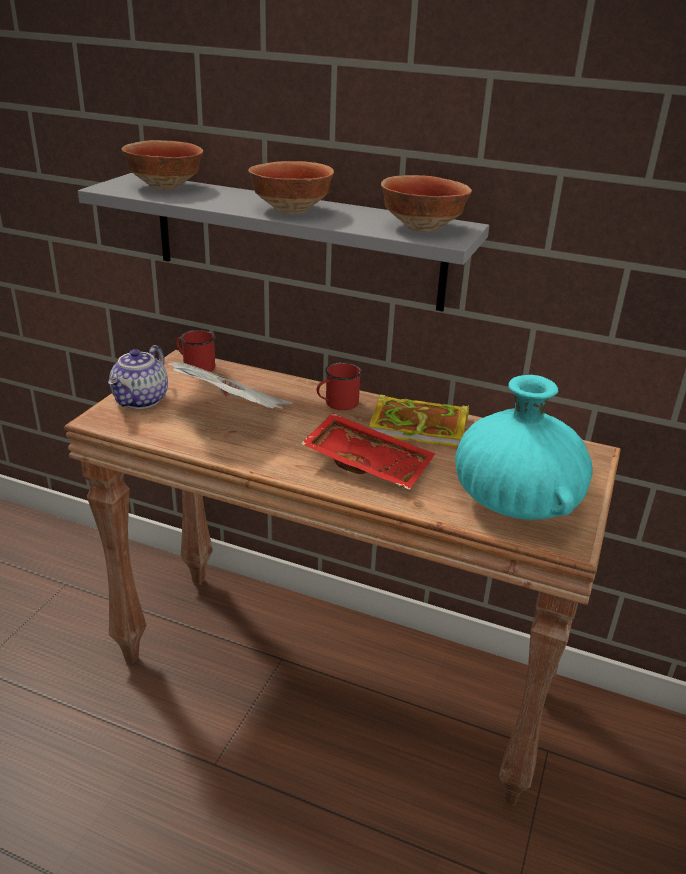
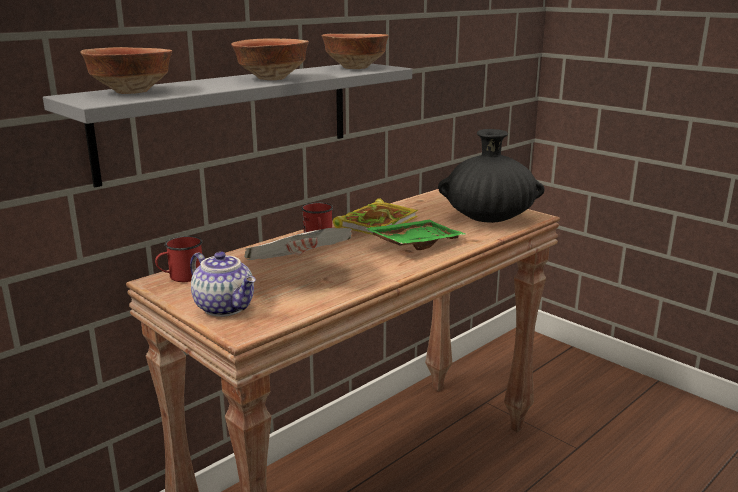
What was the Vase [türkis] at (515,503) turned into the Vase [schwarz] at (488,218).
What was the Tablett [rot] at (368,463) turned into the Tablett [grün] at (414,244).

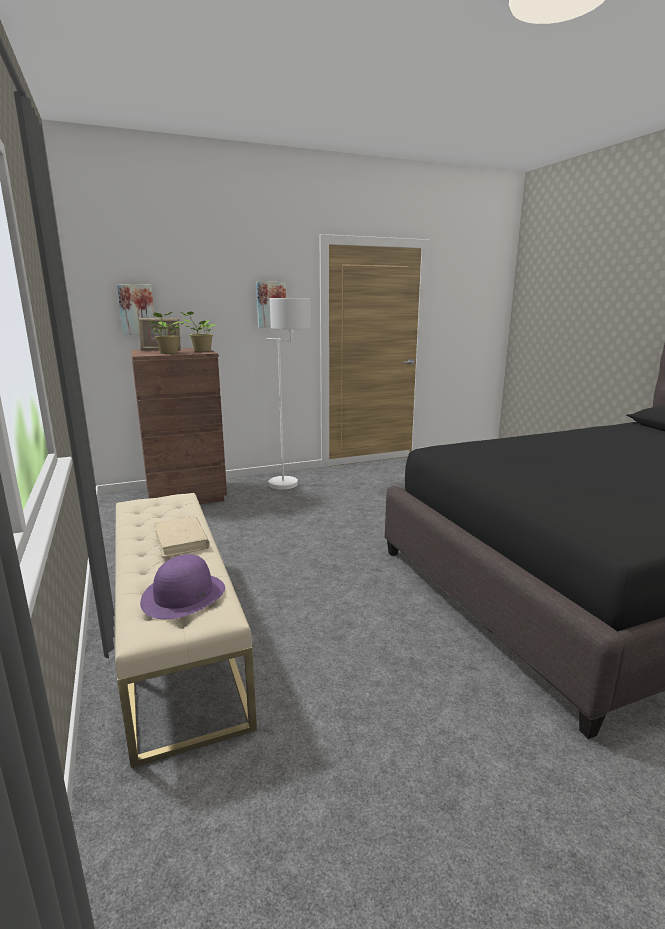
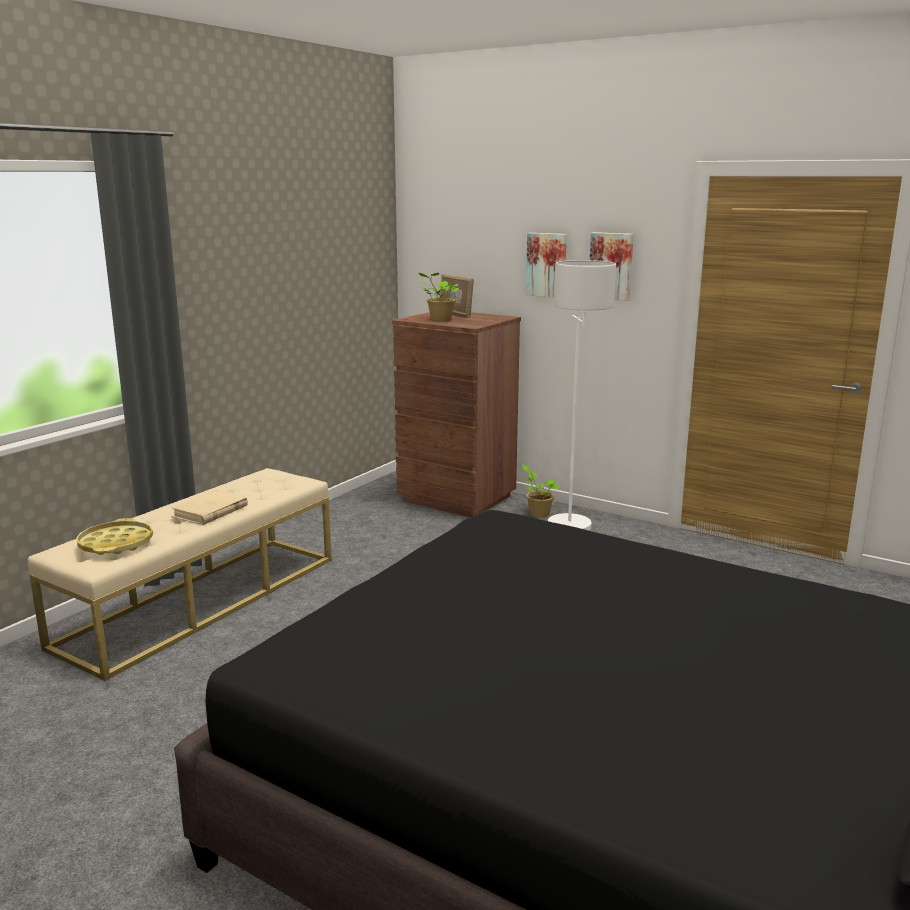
The Bild ended up elsewhere, having gone from (136,309) to (547,265).
The Topfpflanze ended up elsewhere, having gone from (201,350) to (538,513).
Where the Hut [lila] stood at (184,595), the Tablett [gelb] came to stand at (116,544).

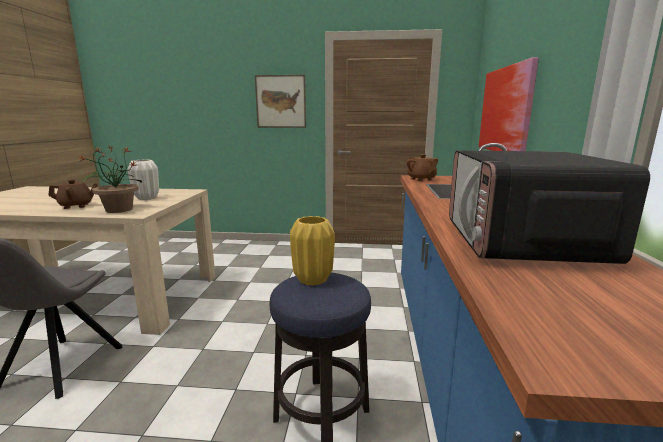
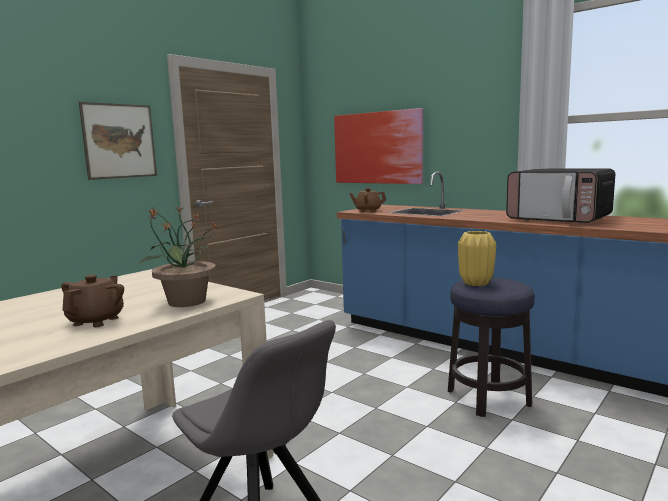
The second view lost the Vase [weiß] at (146,198).

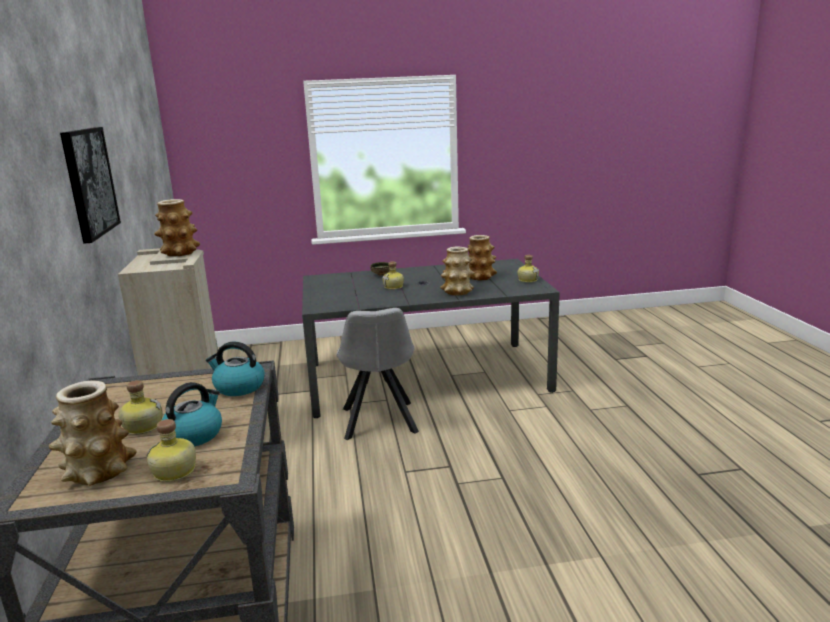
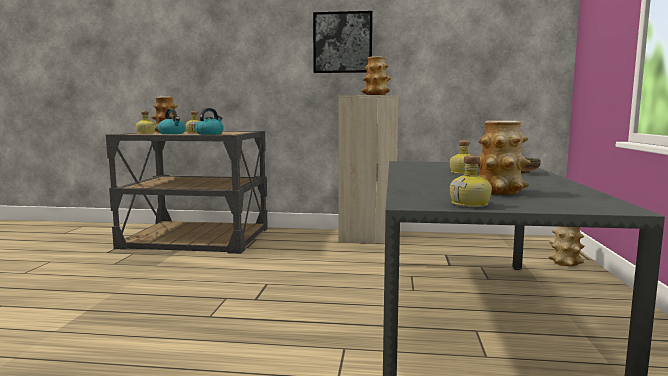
The Vase ended up elsewhere, having gone from (457,292) to (565,263).
The second view lost the Stuhl [grau] at (379,421).

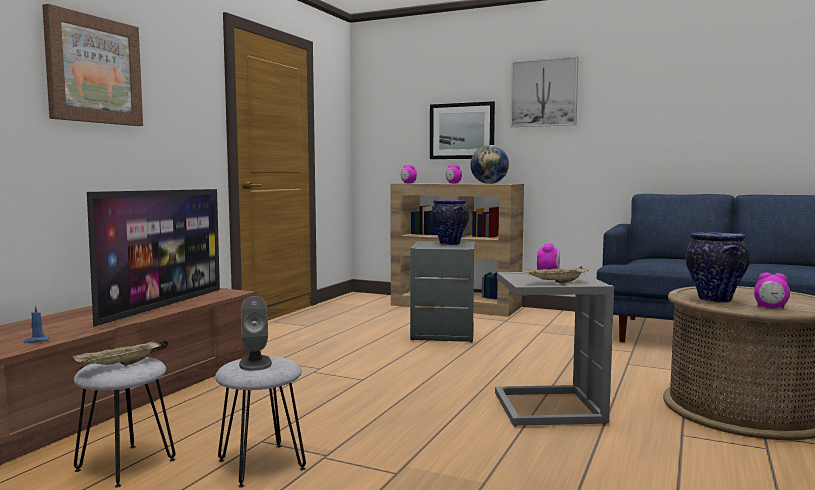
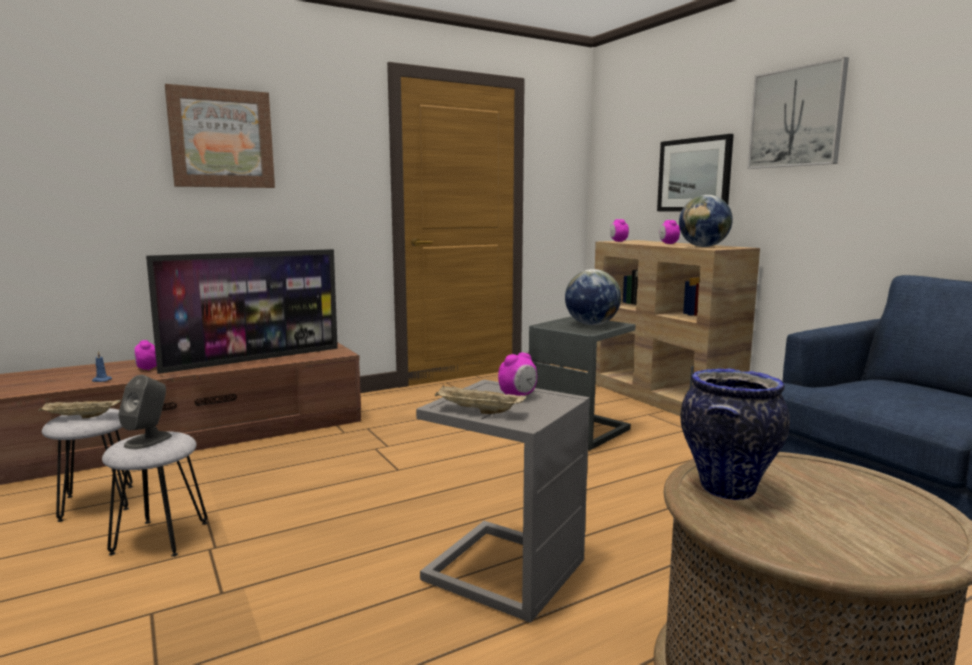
Where the Vase stood at (449,244), the Globus came to stand at (591,324).
The Wecker ended up elsewhere, having gone from (770,308) to (146,369).

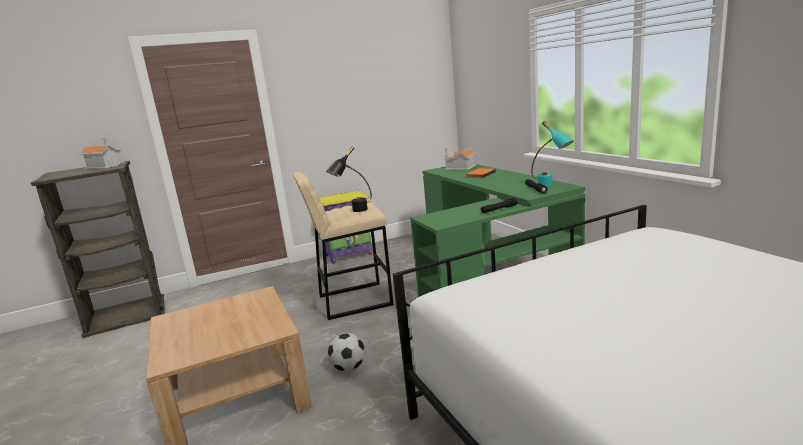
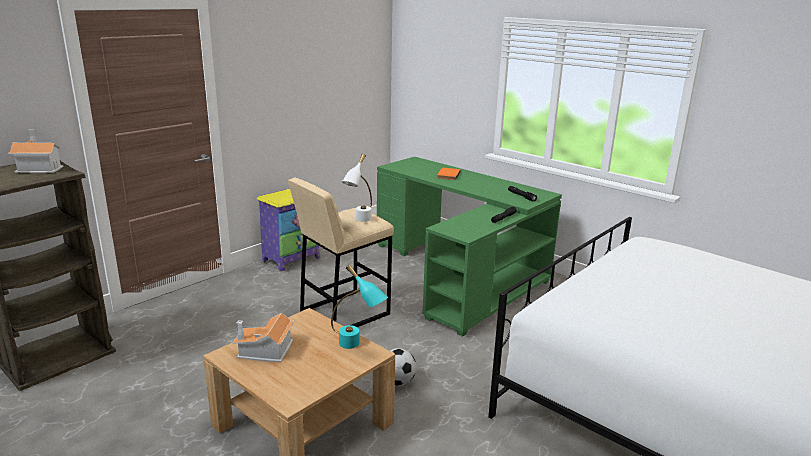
The Tischlampe [türkis] ended up elsewhere, having gone from (550,186) to (357,346).
What was the Tischlampe [schwarz] at (354,211) turned into the Tischlampe [weiß] at (359,221).
The Spielzeughaus ended up elsewhere, having gone from (460,167) to (265,351).

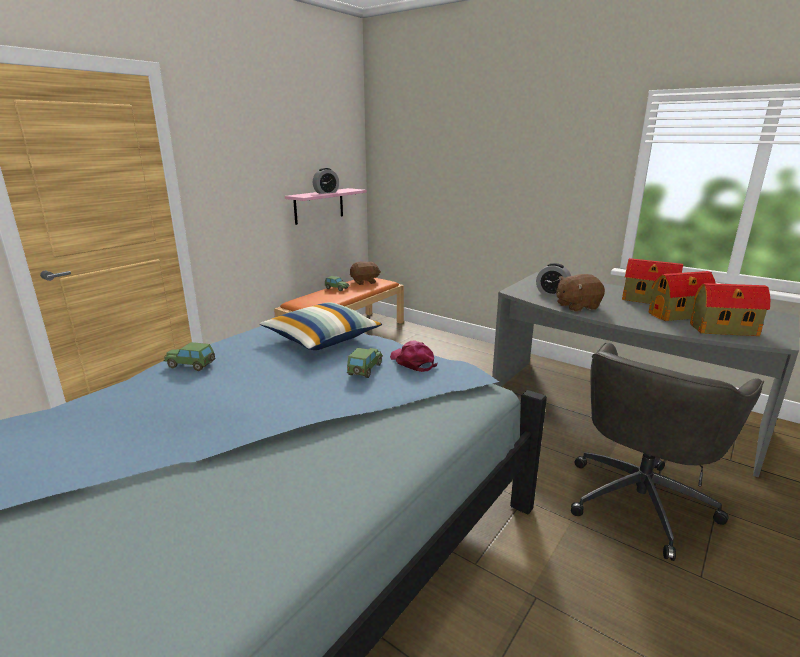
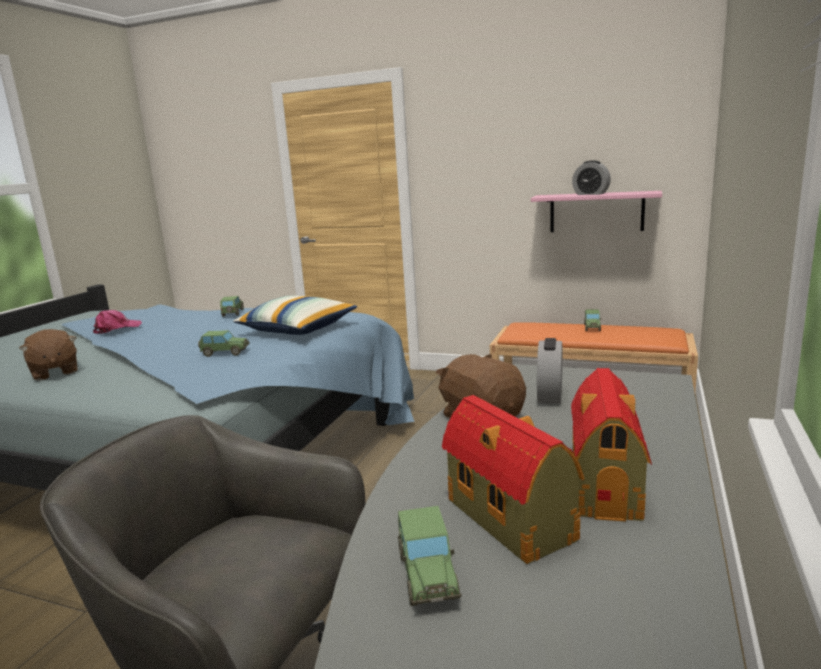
The Plüschtier [braun] ended up elsewhere, having gone from (364,282) to (54,372).
Where the Spielzeughaus stood at (722,330), the Spielzeugauto came to stand at (427,575).
The Kappe [rosa] ended up elsewhere, having gone from (412,362) to (116,328).

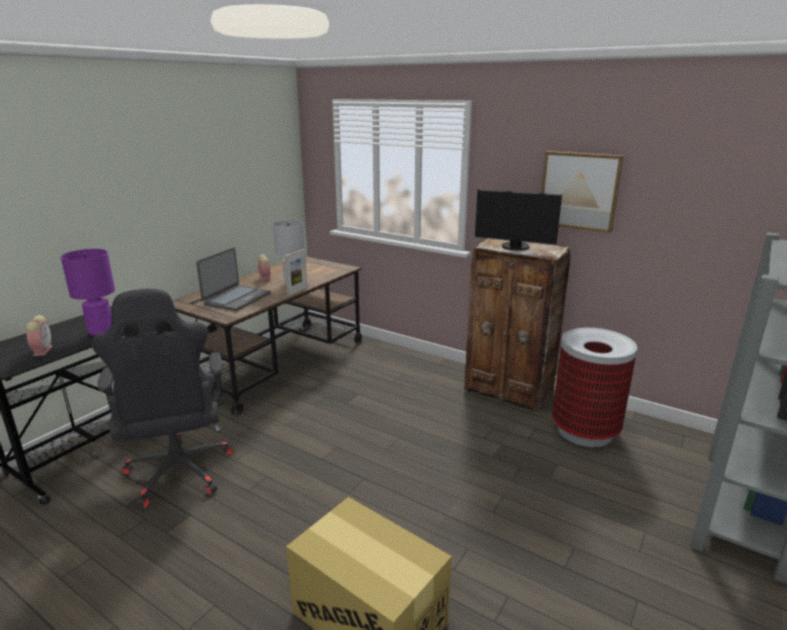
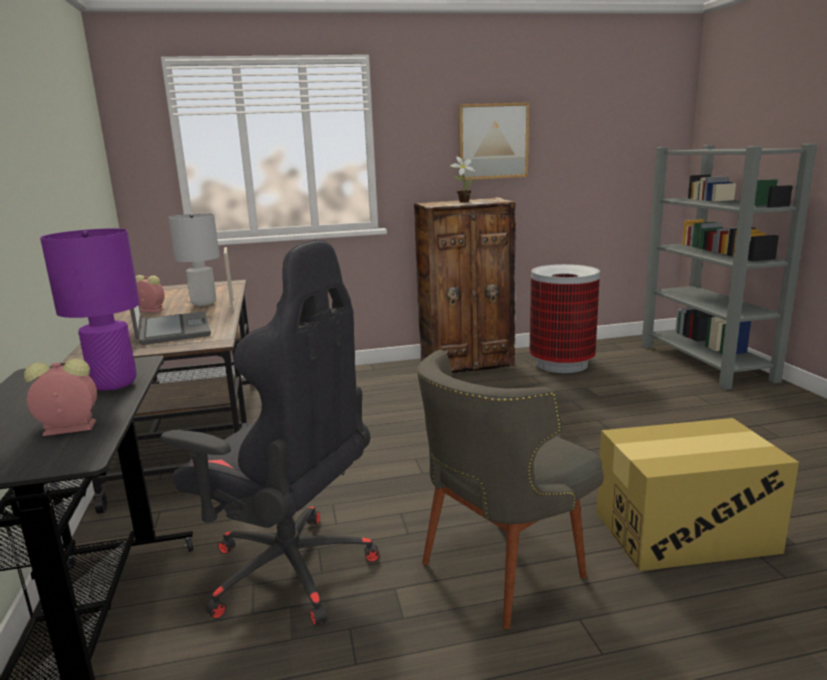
Where the Monitor stood at (515,247), the Topfpflanze came to stand at (462,202).
The Wecker at (42,350) ended up facing another way, 45 degrees counterclockwise from before.
The second view gained the Stuhl [grau] at (503,570).

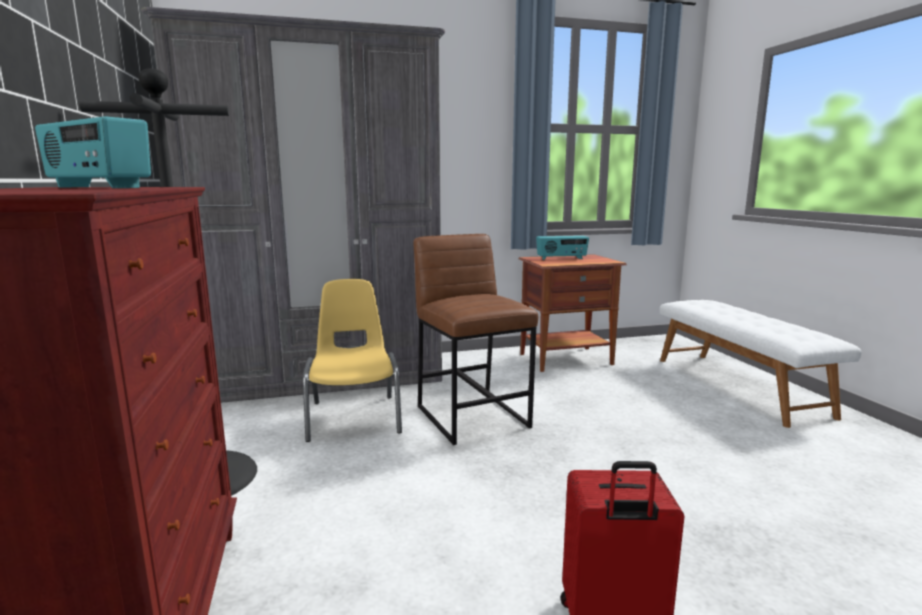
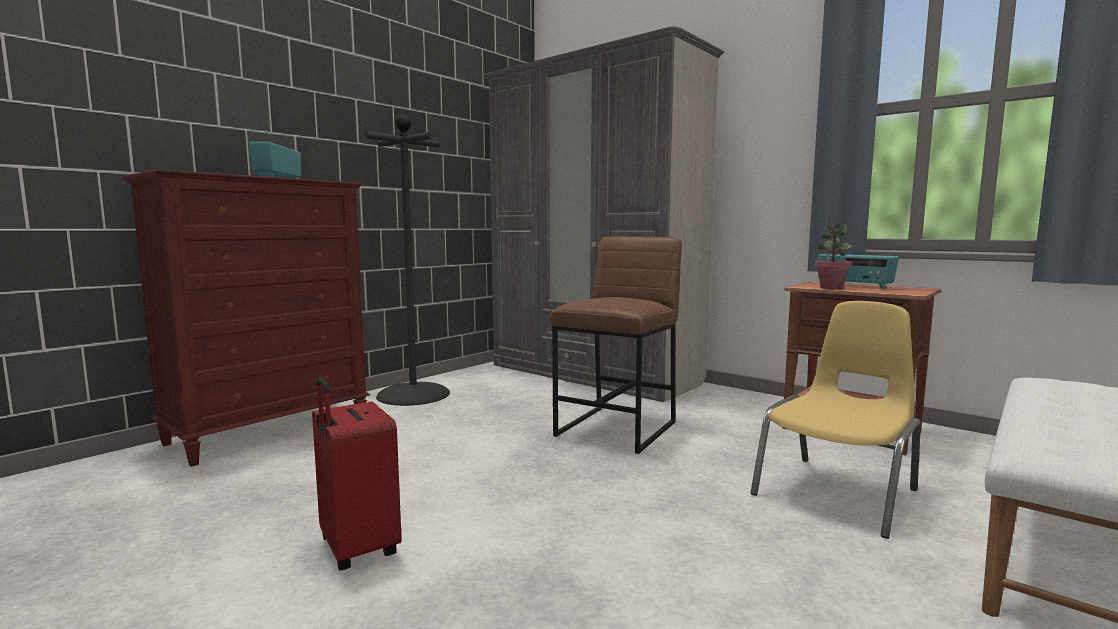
The Stuhl [gelb] ended up elsewhere, having gone from (354,416) to (838,492).
The second view gained the Topfpflanze at (831,288).

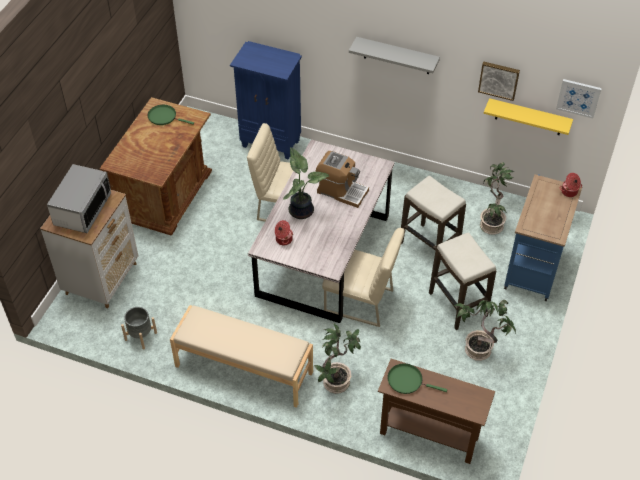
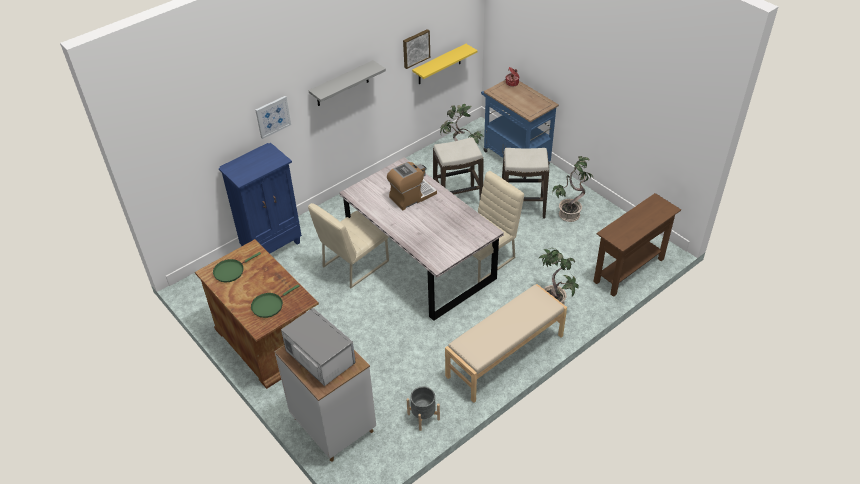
The Bild ended up elsewhere, having gone from (578,98) to (272,116).
The second view lost the Topfpflanze at (302,210).
The second view lost the Kochtopf at (283,239).
The Pfanne [grün] ended up elsewhere, having gone from (407,381) to (269,305).

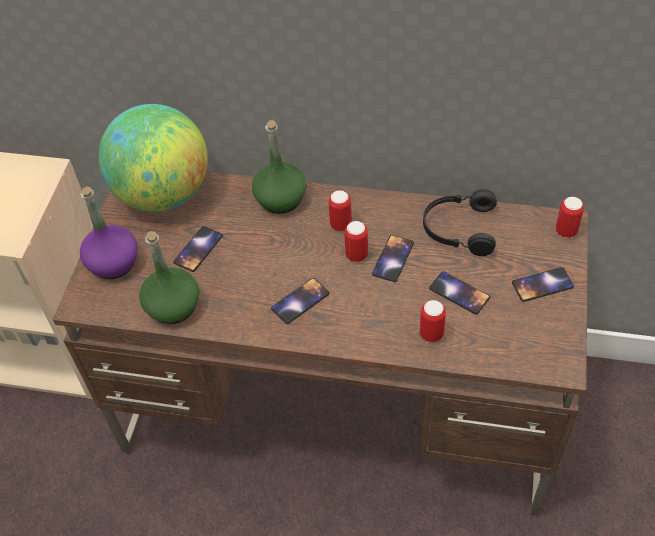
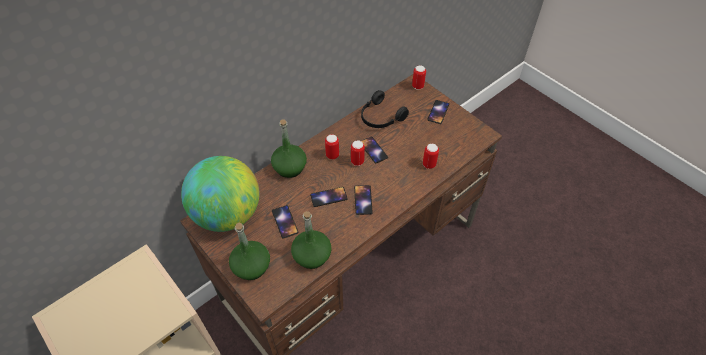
What was the Flasche [lila] at (113,263) turned into the Flasche [grün] at (252,267).
The Handy ended up elsewhere, having gone from (459,293) to (328,197).

